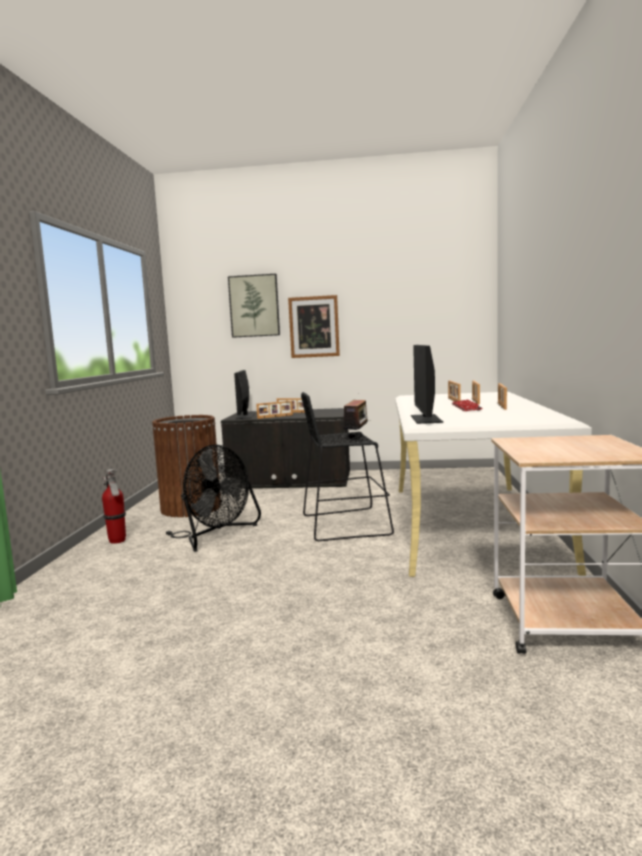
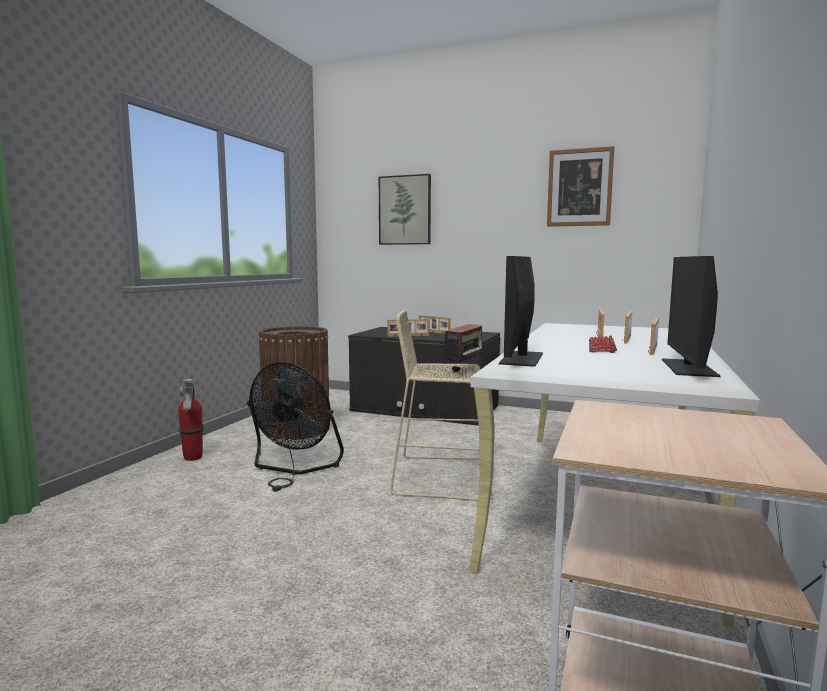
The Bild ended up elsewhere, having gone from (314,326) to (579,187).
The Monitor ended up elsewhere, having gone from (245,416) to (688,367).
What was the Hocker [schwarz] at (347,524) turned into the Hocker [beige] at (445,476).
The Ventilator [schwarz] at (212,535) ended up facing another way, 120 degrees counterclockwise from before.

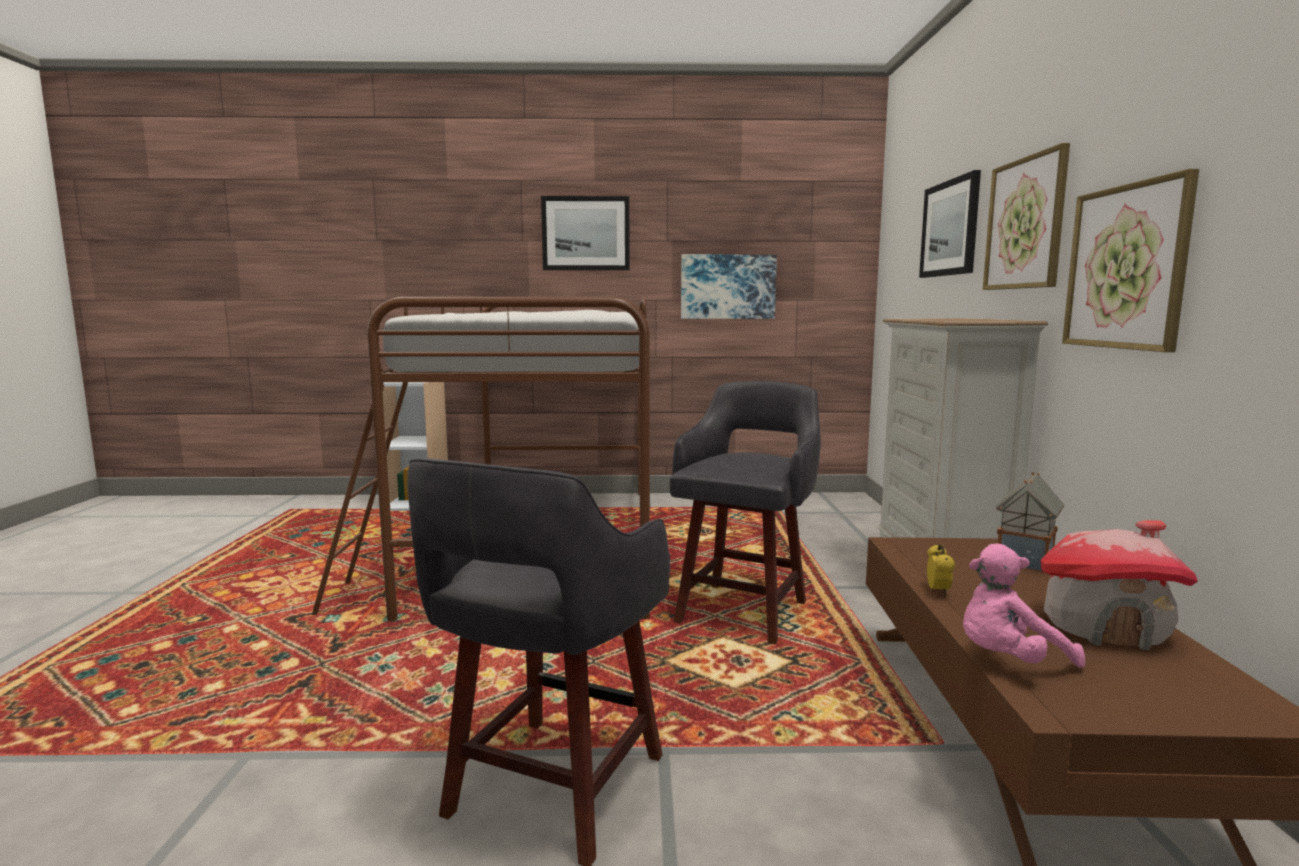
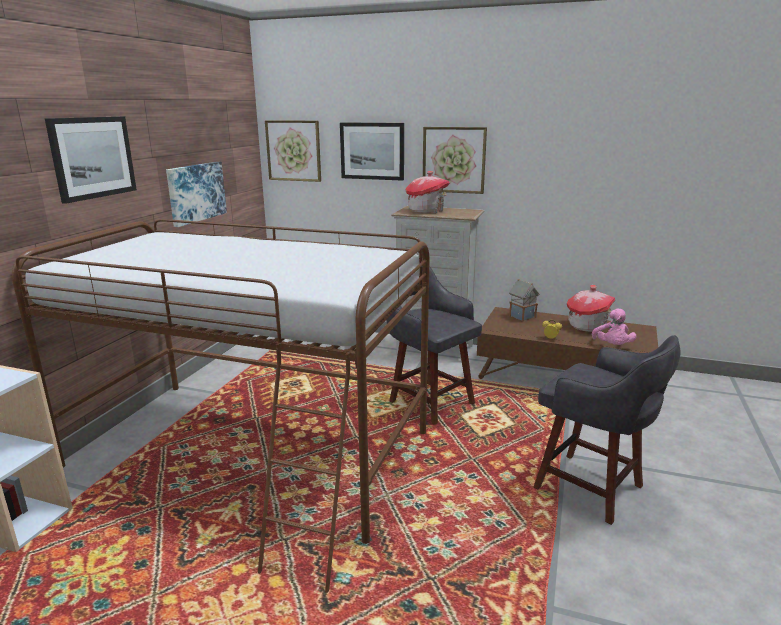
The Bild ended up elsewhere, having gone from (1126,267) to (293,150).
The second view gained the Spielzeughaus at (426,210).

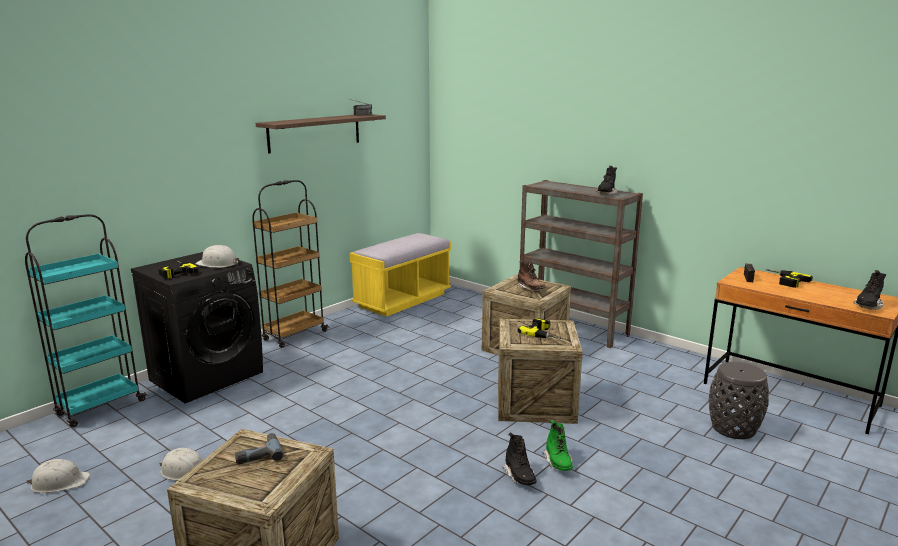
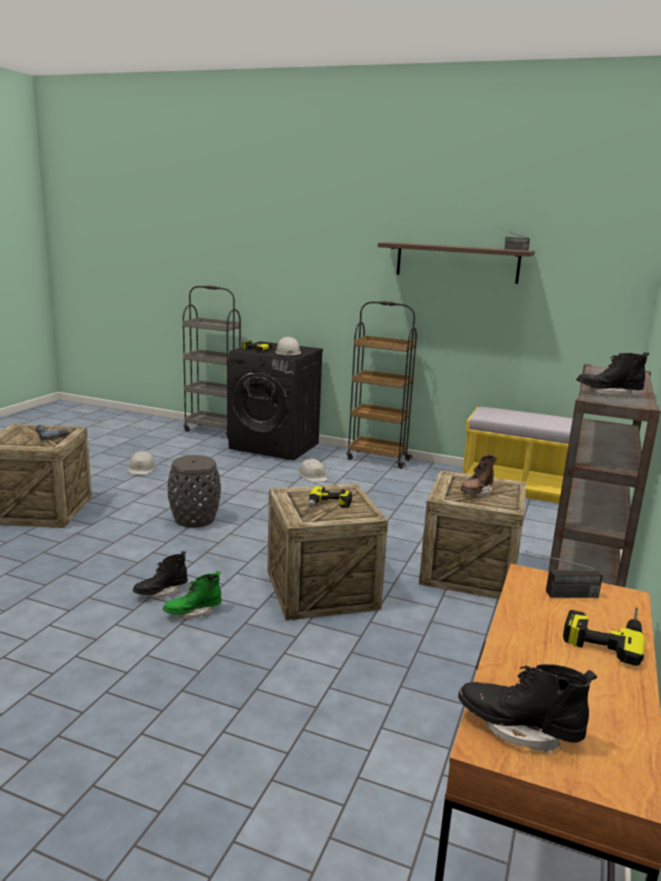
What was the Rollwagen [türkis] at (100,408) turned into the Rollwagen [grau] at (213,431).
The Hocker [grau] ended up elsewhere, having gone from (733,428) to (194,519).
The Schutzhelm [weiß] ended up elsewhere, having gone from (59,482) to (313,476).

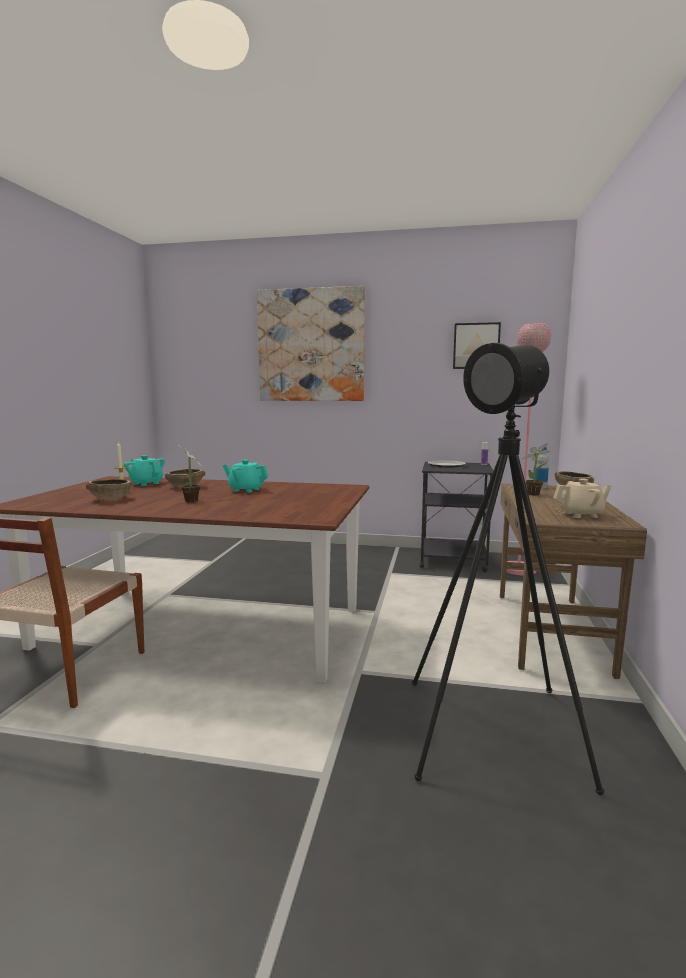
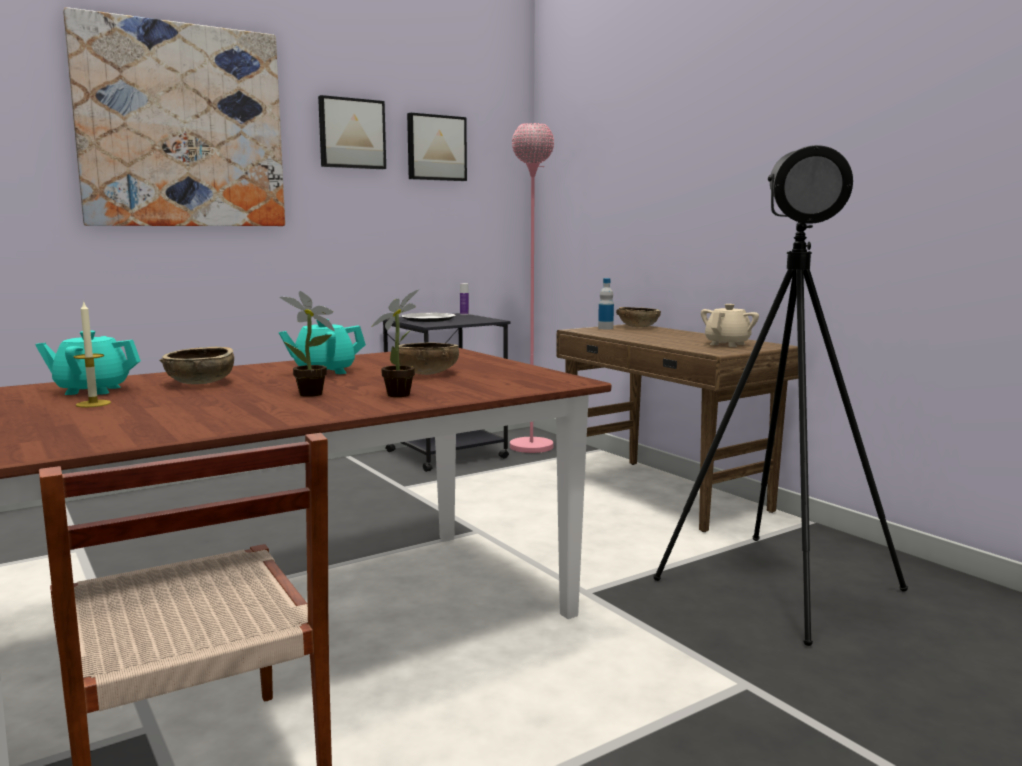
The Topfpflanze ended up elsewhere, having gone from (535,494) to (401,394).
The Schüssel [braun] ended up elsewhere, having gone from (110,499) to (427,373).
The second view gained the Bild at (351,133).

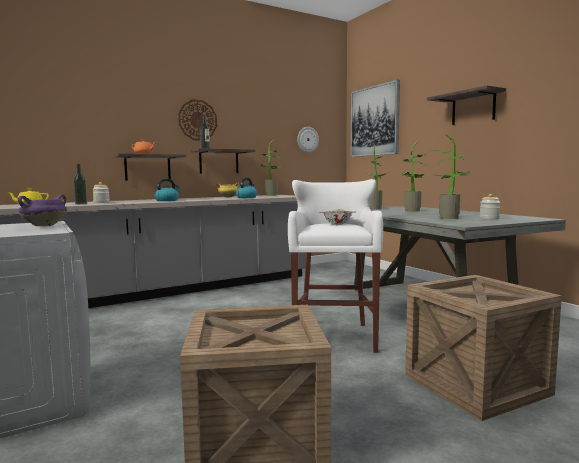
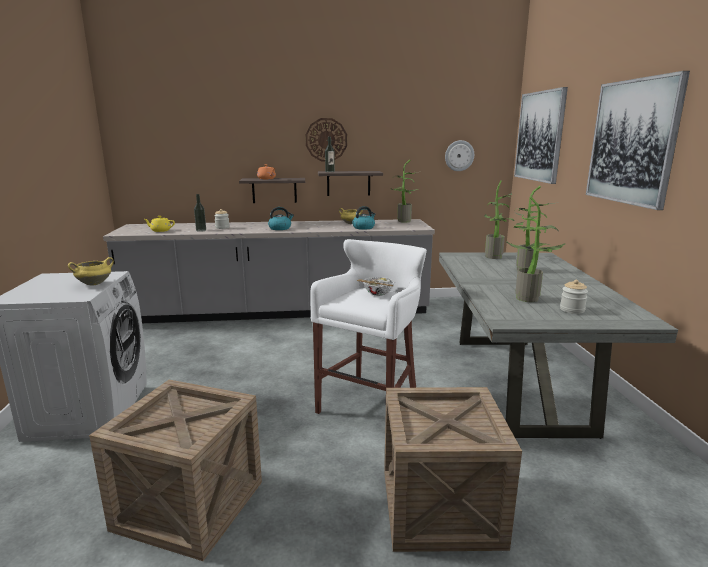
Where the Wandregal hung at (473,108), the Bild came to hang at (632,142).
What was the Kochtopf [lila] at (44,226) turned into the Kochtopf [gelb] at (95,283).

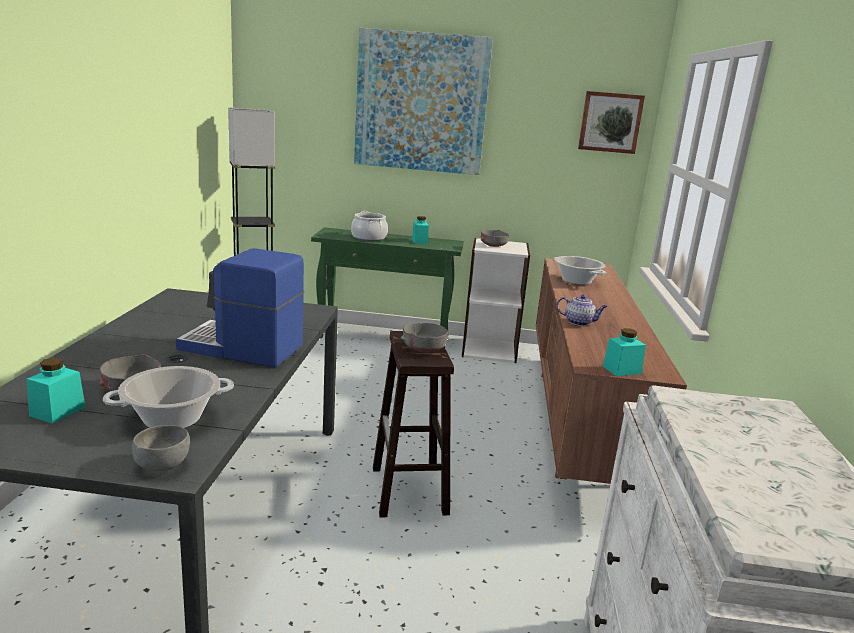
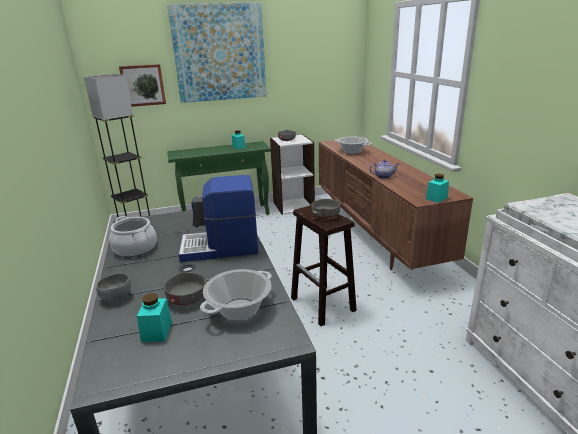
The Bild ended up elsewhere, having gone from (610,122) to (143,85).
The Kochtopf ended up elsewhere, having gone from (369,238) to (135,249).
The Schüssel [grau] ended up elsewhere, having gone from (162,465) to (116,297).

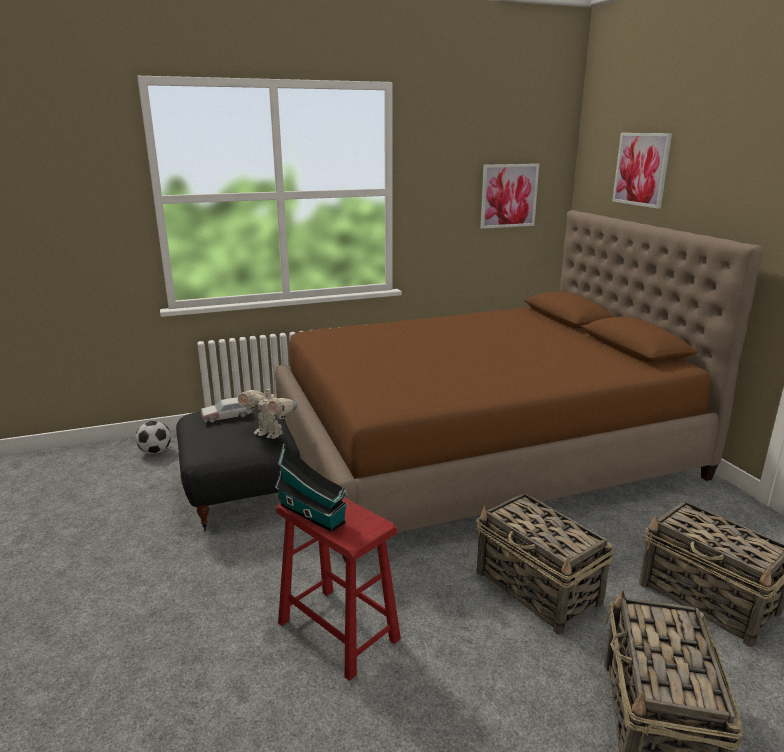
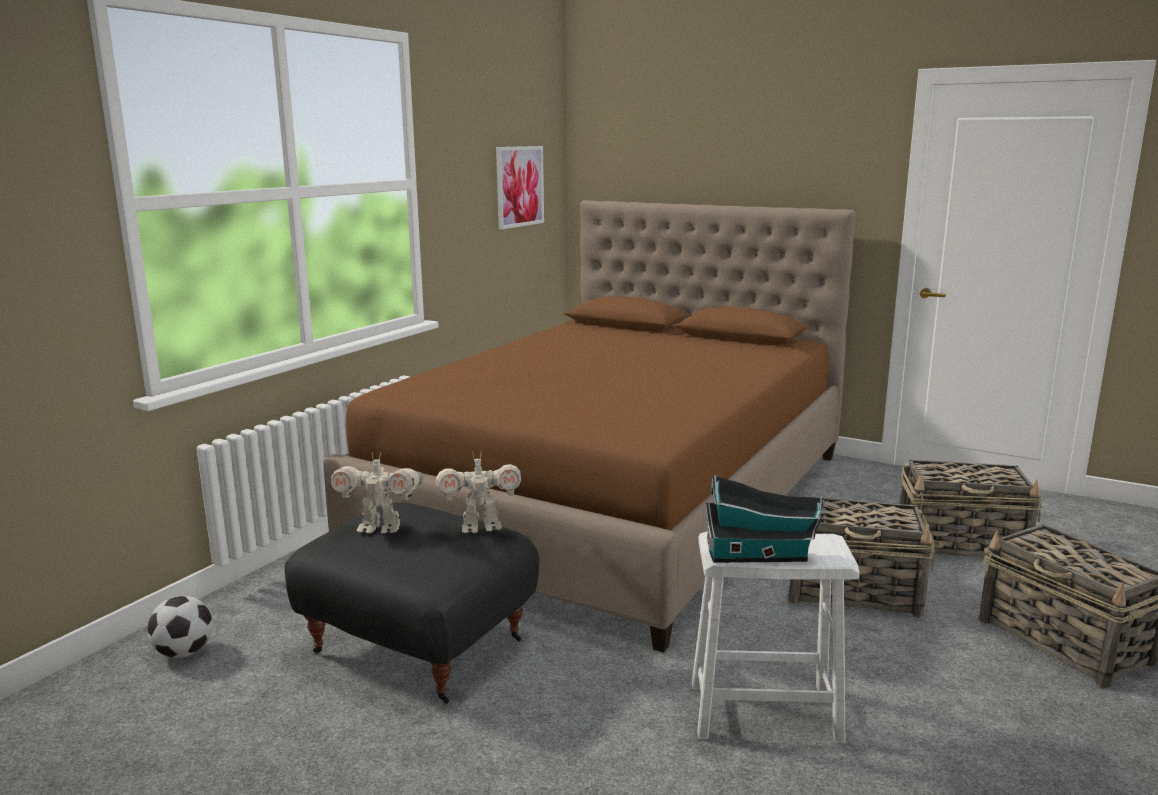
The second view lost the Bild at (641,169).
Where the Spielzeugauto stood at (227,415), the Spielzeugroboter came to stand at (380,528).
What was the Hocker [rot] at (338,631) turned into the Hocker [weiß] at (764,712).

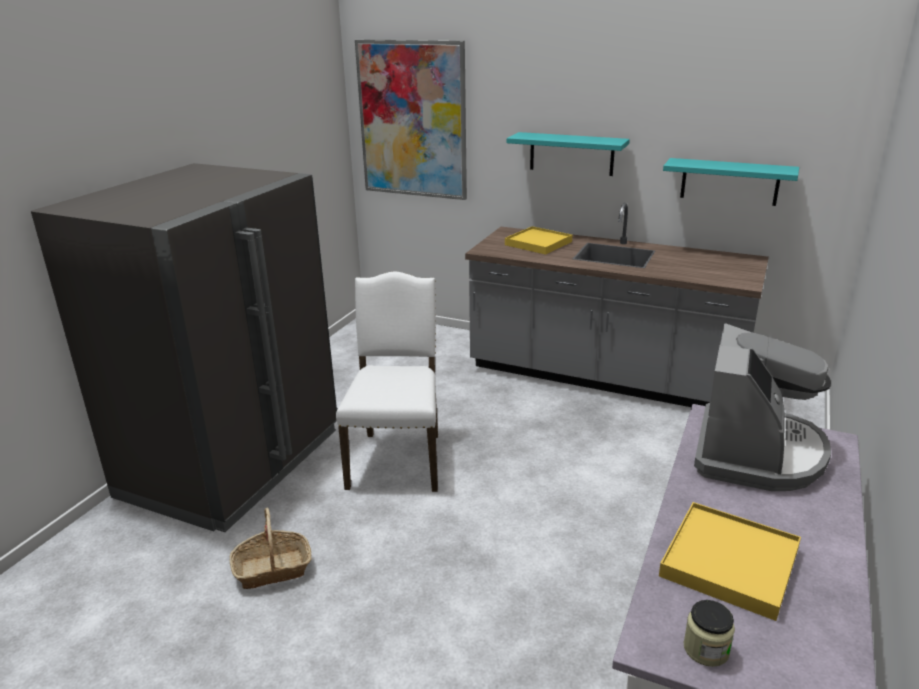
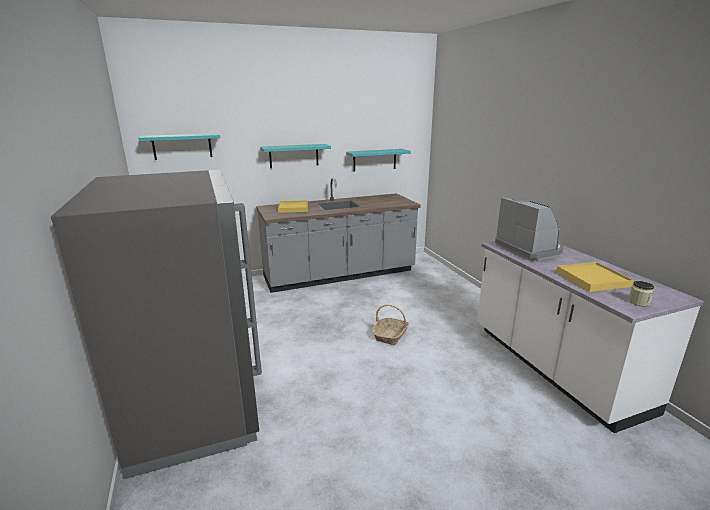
Where the Bild hung at (412,120), the Wandregal [türkis] came to hang at (182,146).
The second view lost the Stuhl [weiß] at (397,459).
The Korb ended up elsewhere, having gone from (273,569) to (391,335).

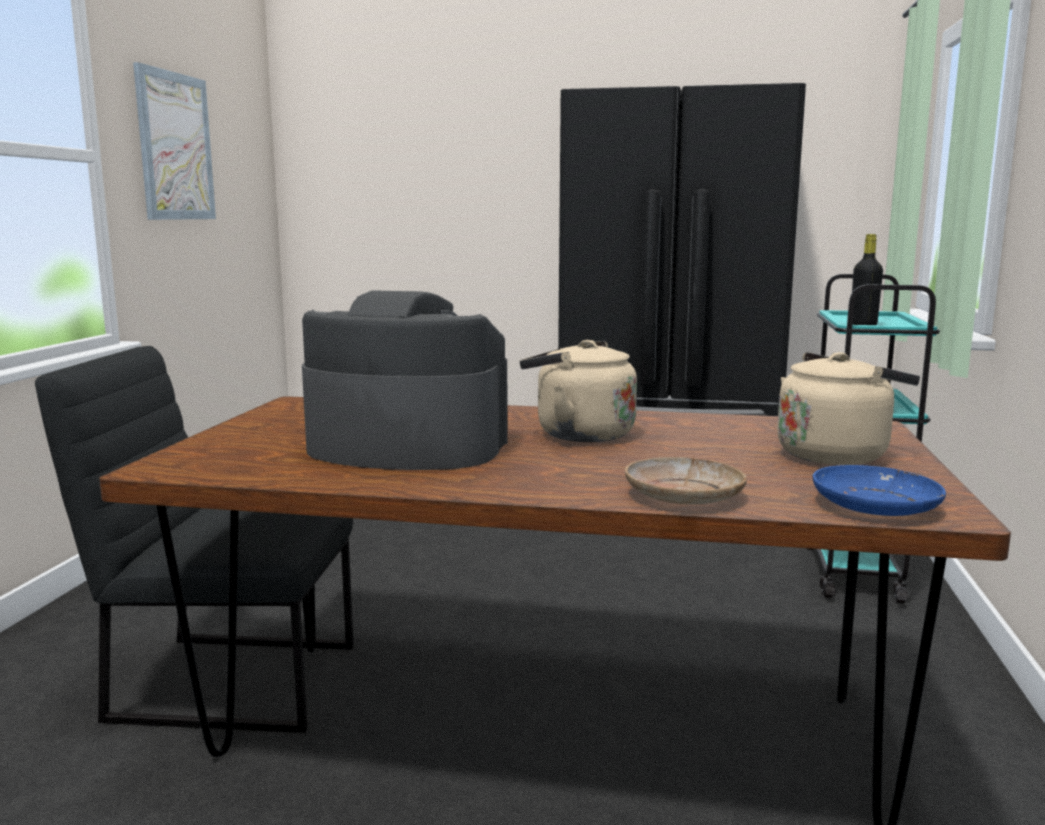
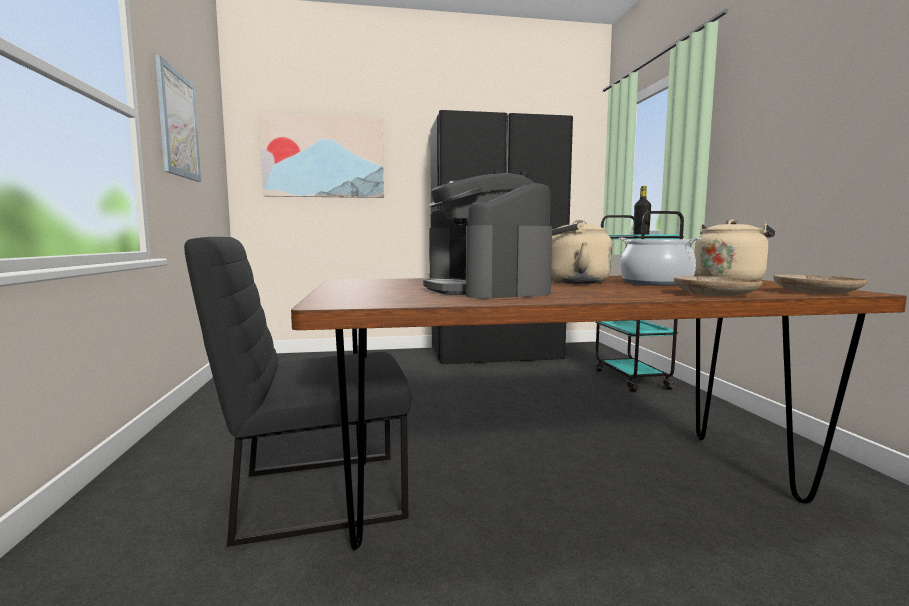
The Kaffeemaschine at (406,447) ended up facing another way, 105 degrees counterclockwise from before.
What was the Teller [blau] at (874,505) turned into the Teller [beige] at (816,292).
The second view gained the Bild at (323,157).
The second view gained the Kochtopf at (655,283).

